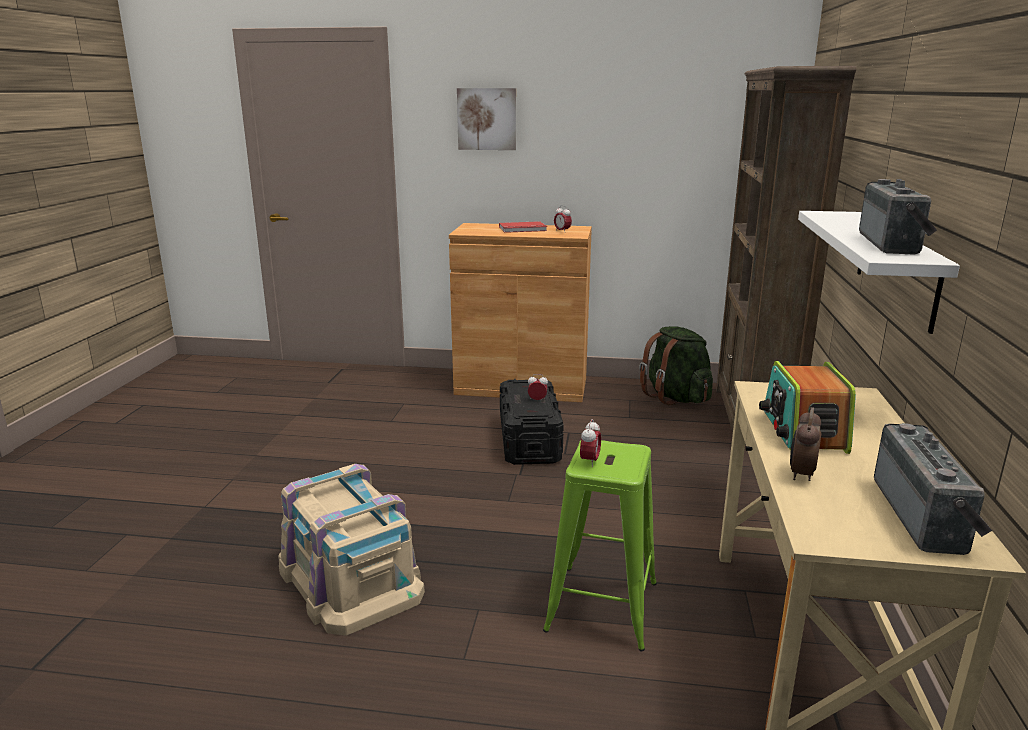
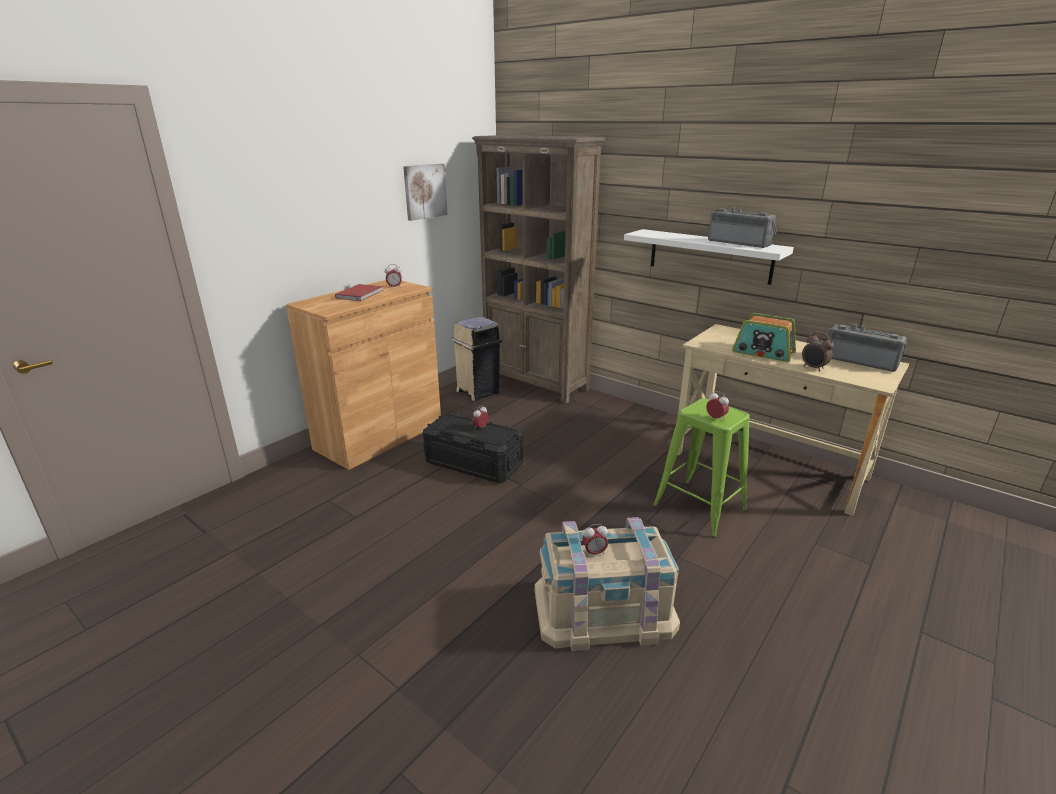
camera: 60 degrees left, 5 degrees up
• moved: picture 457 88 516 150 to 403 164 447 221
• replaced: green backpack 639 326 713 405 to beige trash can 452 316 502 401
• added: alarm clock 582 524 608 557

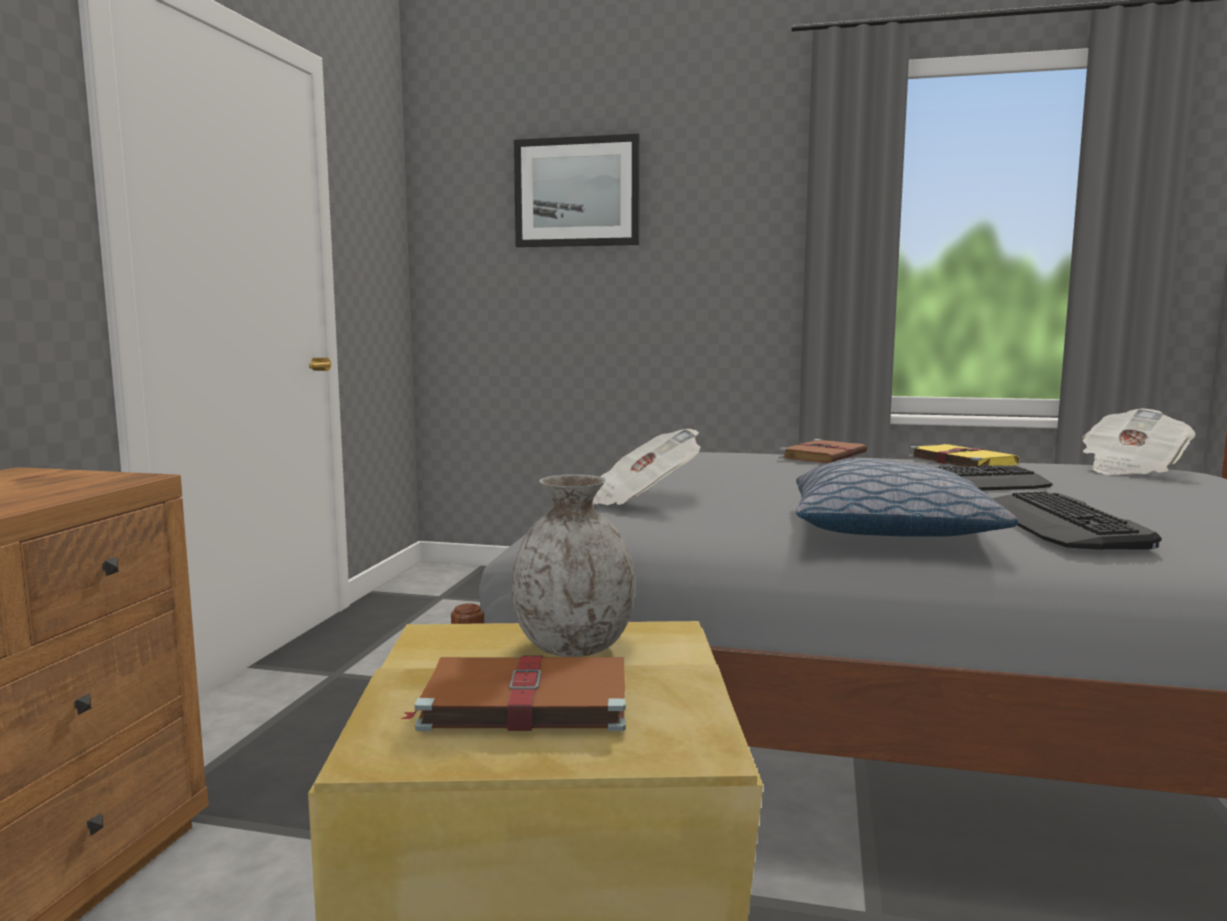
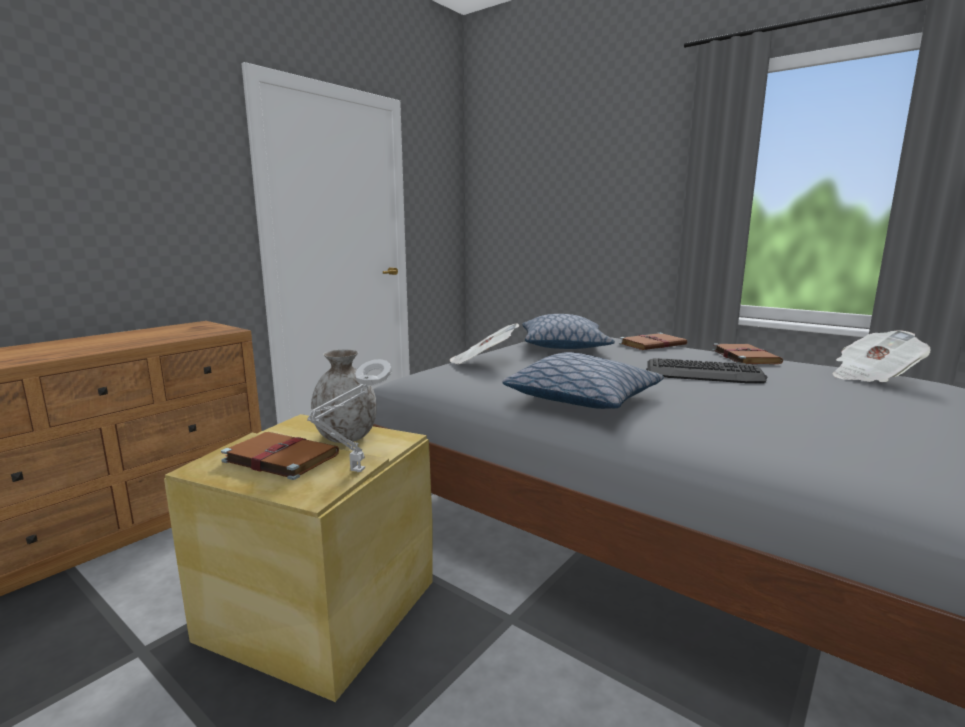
camera: 25 degrees right, 5 degrees up
• removed: picture 514 134 640 247
• recoloured: yellow book 909 444 1020 466 to brown book 712 343 783 364
• removed: keyboard 992 491 1161 550
• added: pillow 522 314 615 349
• added: grey table lamp 307 359 392 472

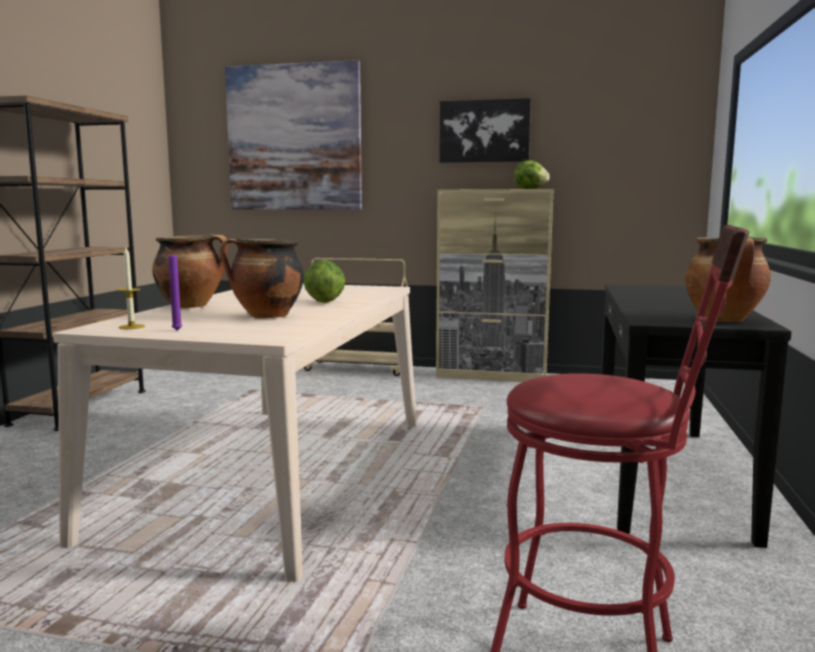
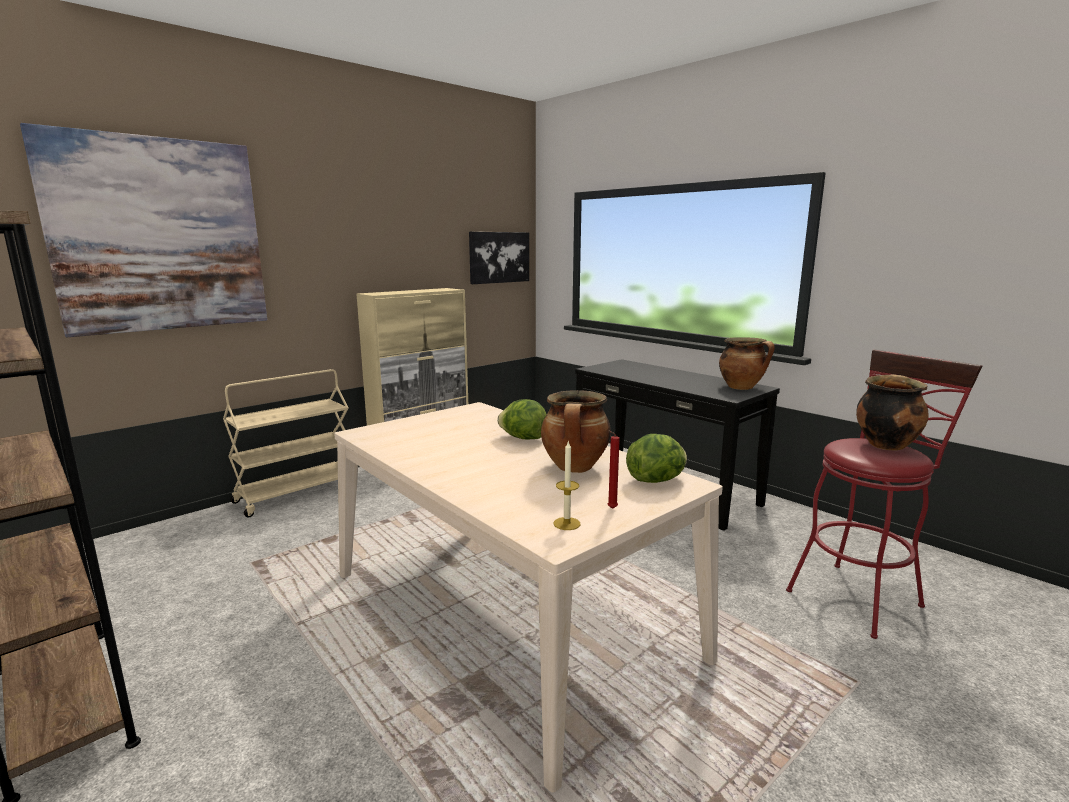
camera: 55 degrees left, 5 degrees up
• moved: picture 439 98 531 163 to 469 232 529 284
• moved: lettuce 514 160 550 189 to 626 434 687 483
• moved: cooking pot 152 234 229 308 to 856 374 929 450
• recoloured: purple candle 165 247 182 331 to red candle 607 431 620 509

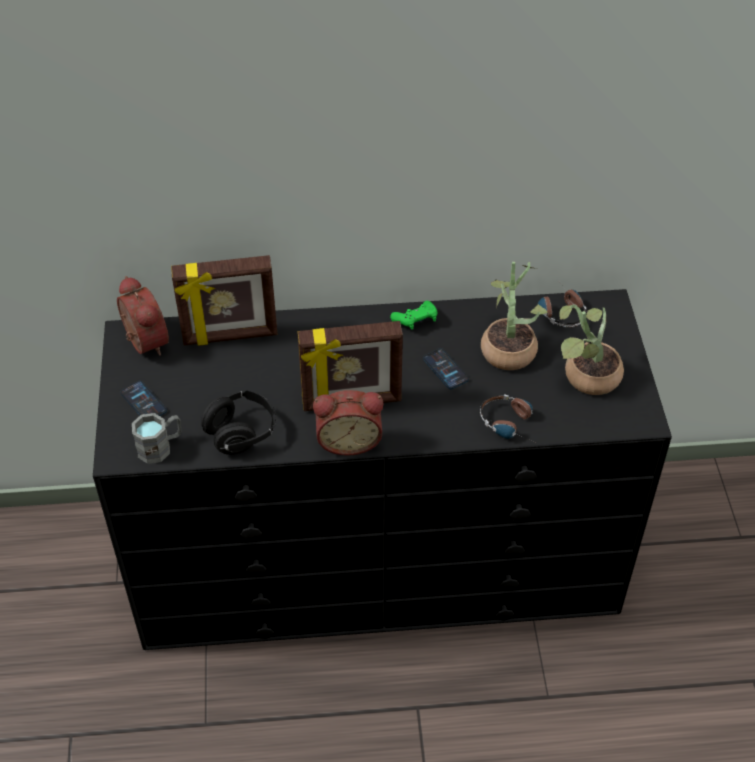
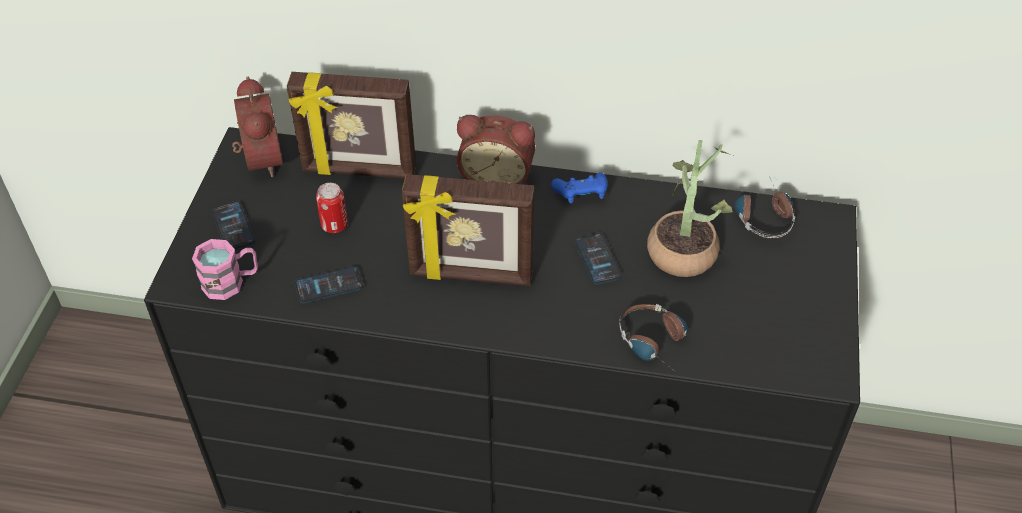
camera: 15 degrees right, 0 degrees up
• recoloured: green game controller 390 301 437 330 to blue game controller 551 172 608 203
• removed: potted plant 559 305 624 395
• moved: alarm clock 313 390 383 456 to 457 115 535 184
• replaced: black headphones 201 391 276 455 to phone 295 266 363 304
• recoloured: grey mug 132 413 181 464 to pink mug 192 239 258 300
• added: can 316 183 348 233

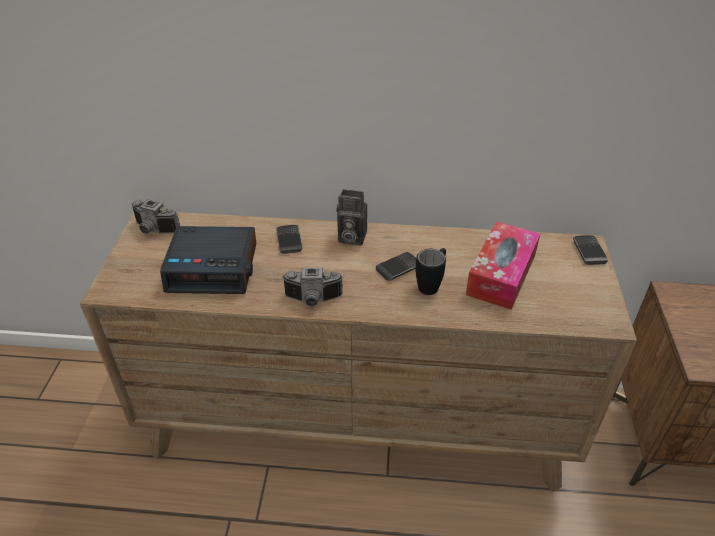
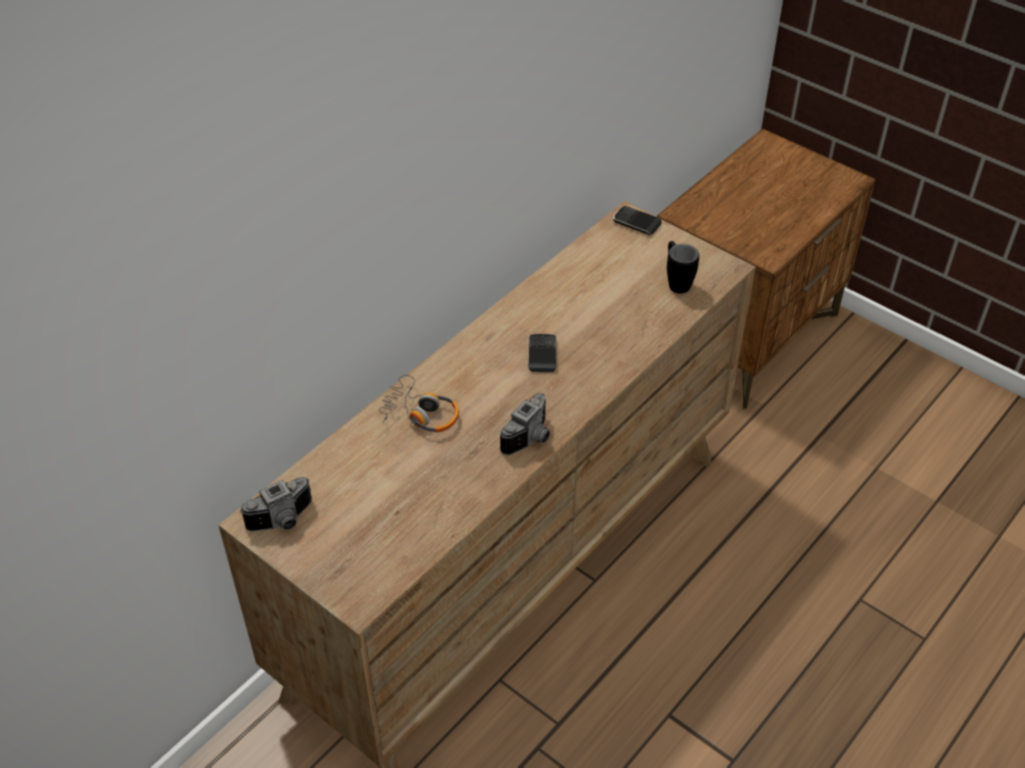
camera: 55 degrees left, 5 degrees up
• removed: photo camera 337 189 367 245
• removed: tissue box 466 221 540 310
• replaced: phone 276 225 303 254 to headphones 379 375 459 433
• removed: alarm clock 160 226 256 294
• moved: black mug 416 248 446 295 to 667 241 699 294

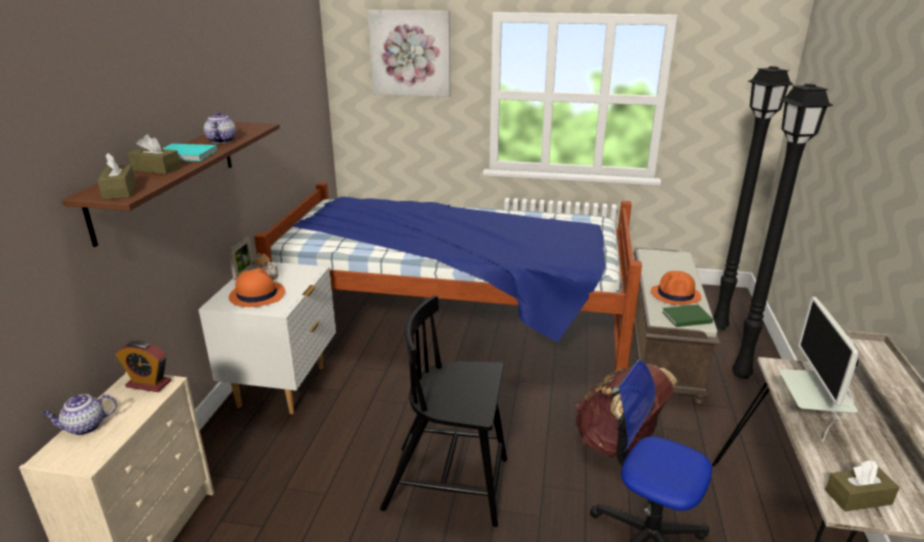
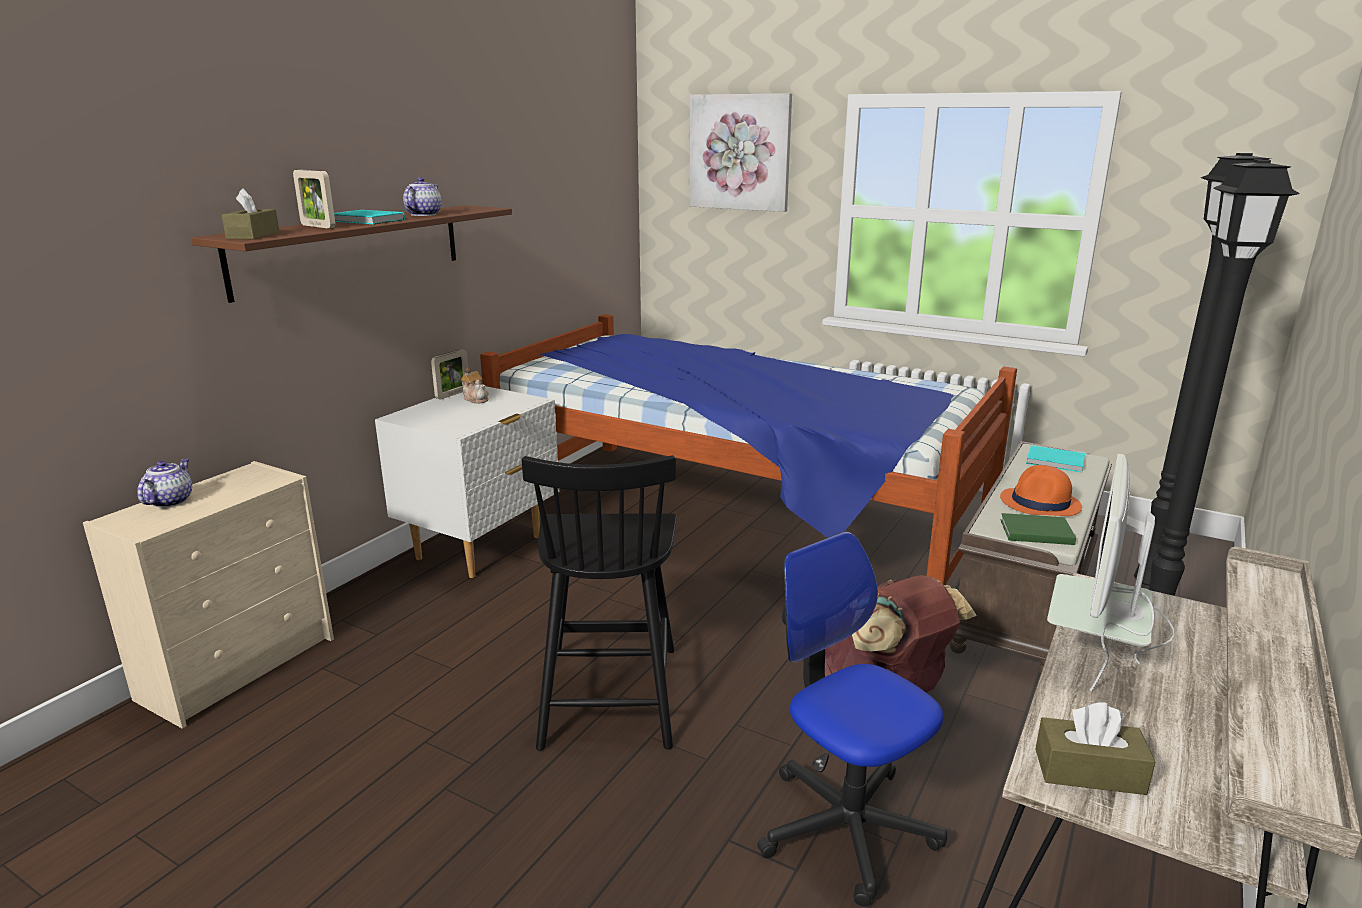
camera: 20 degrees right, 5 degrees down
• replaced: brown tissue box 128 134 181 174 to picture frame 293 169 335 228
• removed: orange hat 229 268 285 307
• turned: black chair 380 295 507 527 = 522 455 677 751 120 degrees counterclockwise
• removed: alarm clock 115 340 171 392
• turned: teapot 42 394 117 435 = 137 459 192 508 105 degrees clockwise
• added: turquoise book 1026 445 1085 473

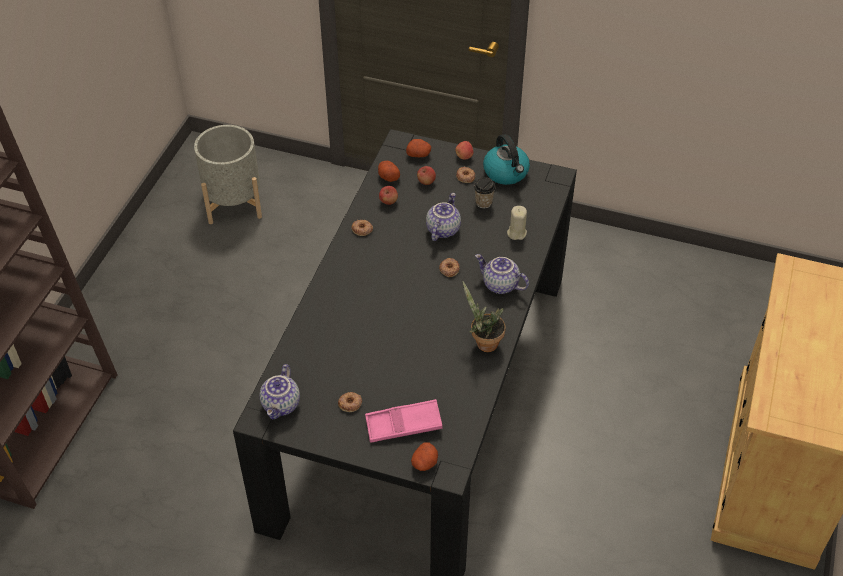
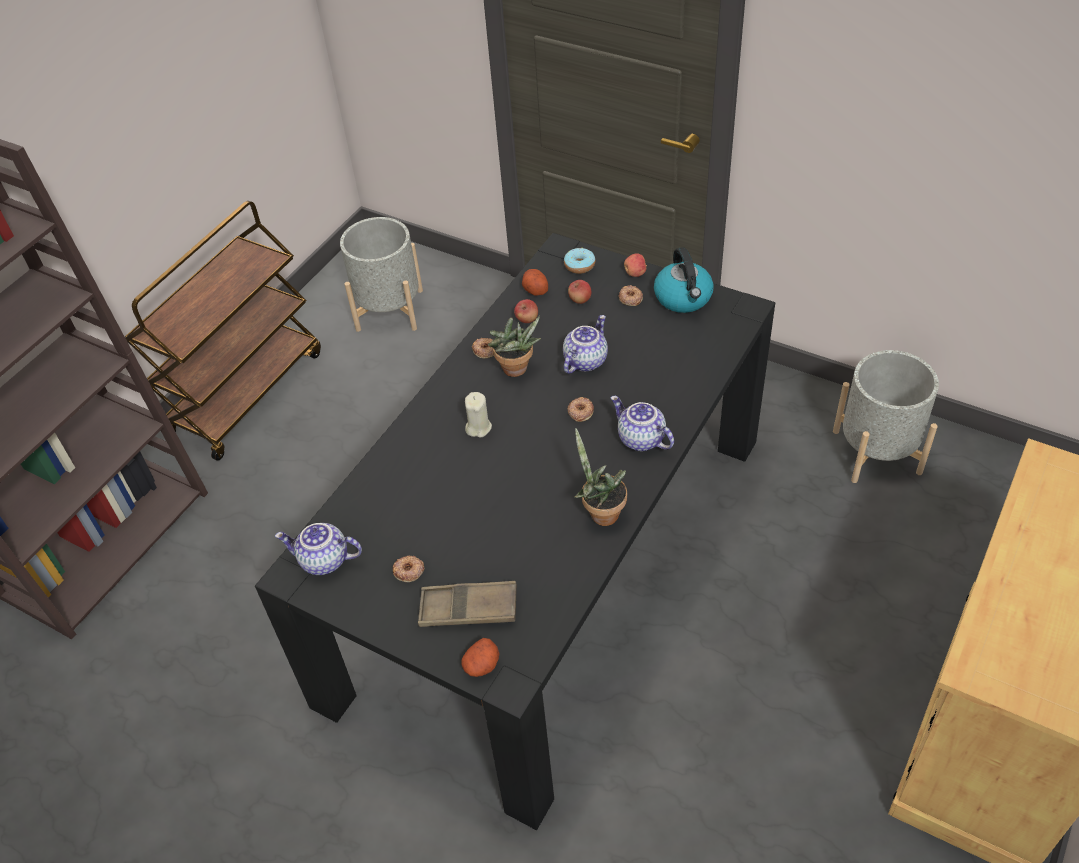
camera: 15 degrees right, 0 degrees up
• replaced: potato 406 139 431 157 to donut 564 248 595 274
• removed: cup 474 177 496 209
• moved: beige candle 507 206 527 240 to 465 392 492 437
• turned: teapot 260 364 300 419 = 275 523 362 575 75 degrees clockwise
• recoloured: pink tray 365 399 443 443 to brown tray 418 581 517 627
• added: brown cart 125 201 321 461
• added: potted plant 488 316 541 377
• added: grey planter 833 350 939 483

